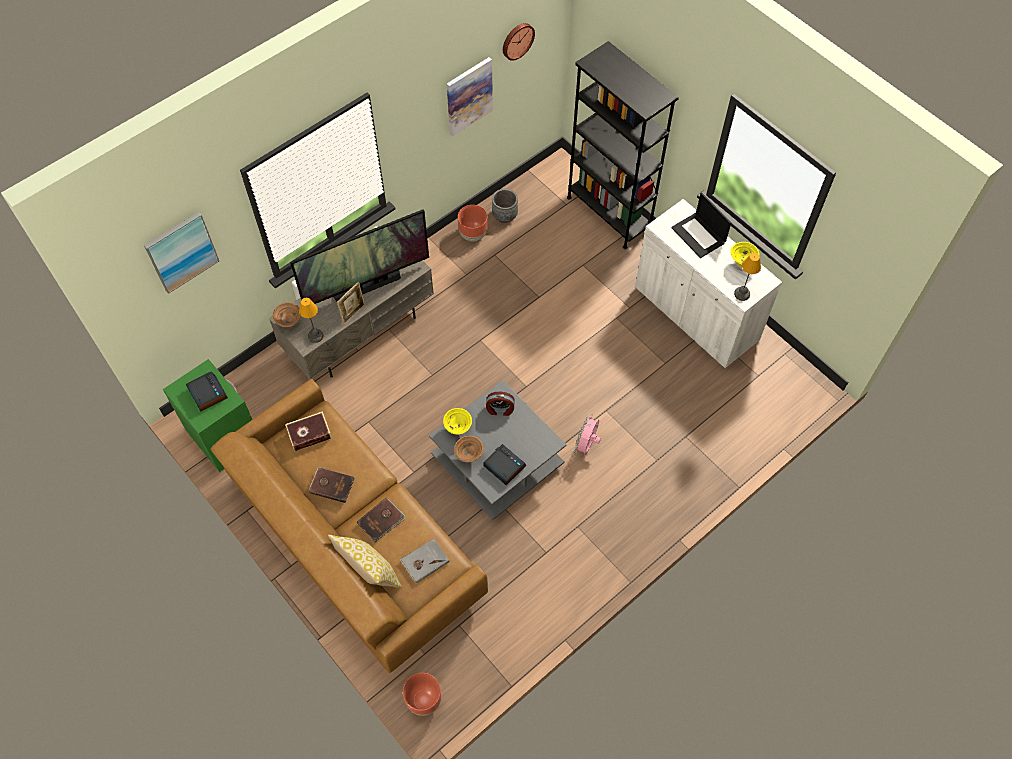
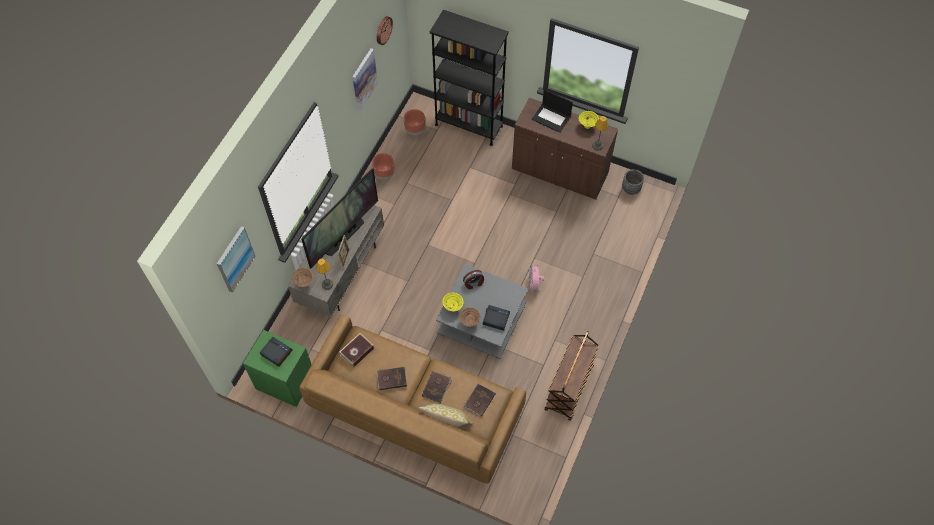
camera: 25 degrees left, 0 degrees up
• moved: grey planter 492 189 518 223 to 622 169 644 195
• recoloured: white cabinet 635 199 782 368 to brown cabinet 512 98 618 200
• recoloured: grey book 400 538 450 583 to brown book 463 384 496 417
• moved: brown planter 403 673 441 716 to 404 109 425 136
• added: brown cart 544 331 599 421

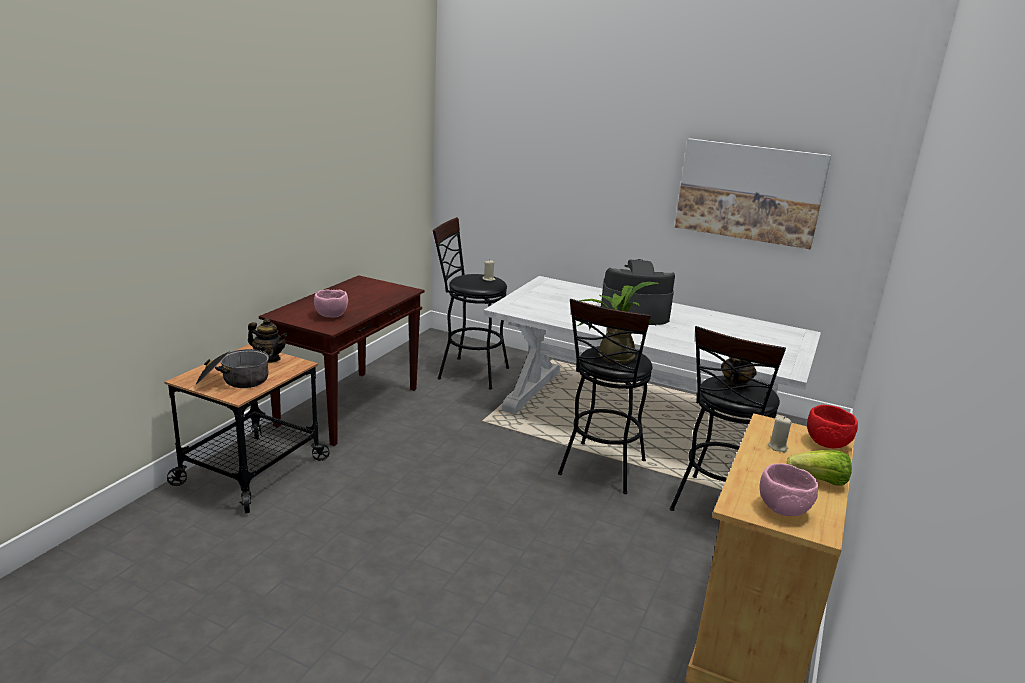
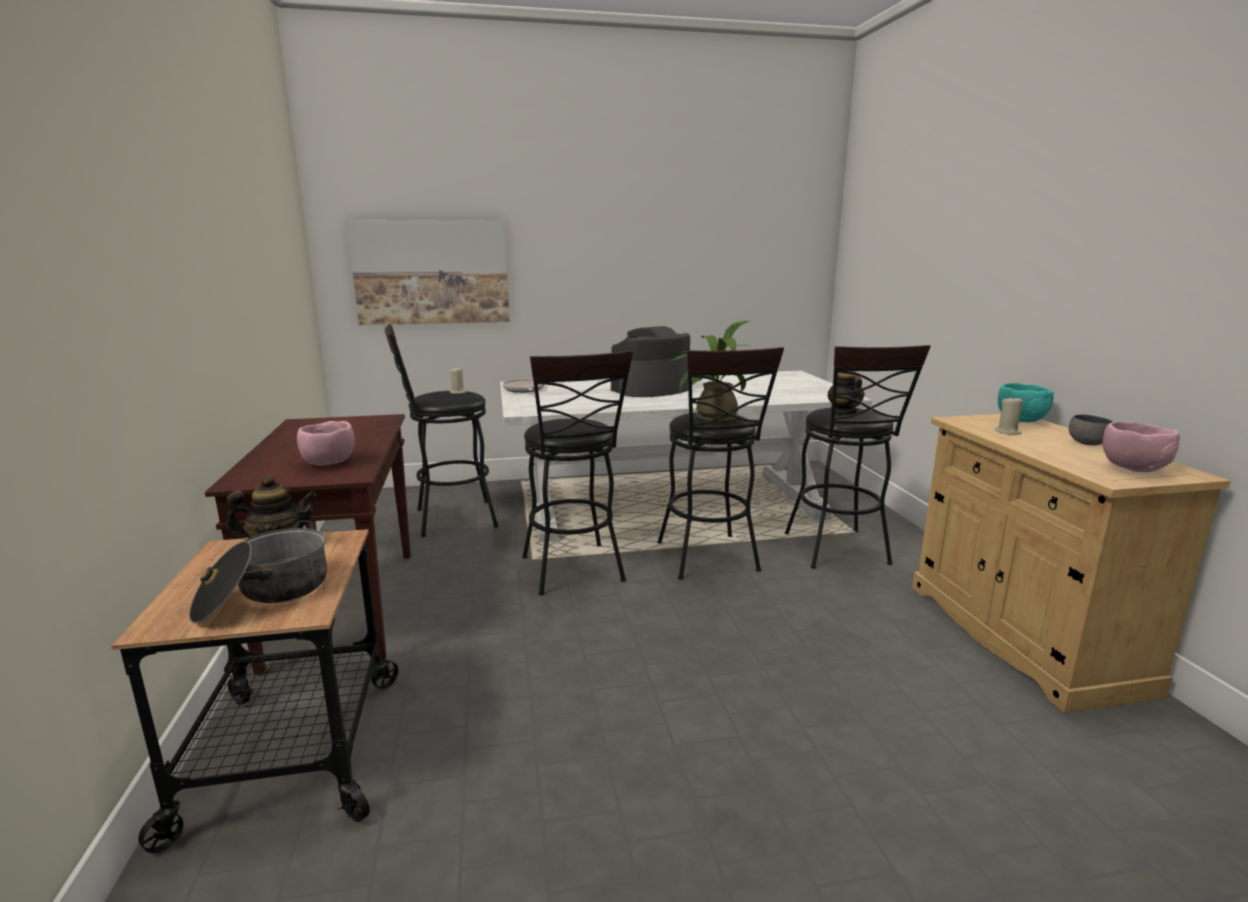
camera: 35 degrees left, 5 degrees down
• moved: picture 675 138 831 249 to 347 220 510 325
• recoloured: red bowl 807 405 858 448 to turquoise bowl 998 383 1054 422
• replaced: lettuce 787 450 852 486 to grey bowl 1069 415 1113 446
• added: black stool 522 351 633 595
• added: frying pan 502 379 545 393

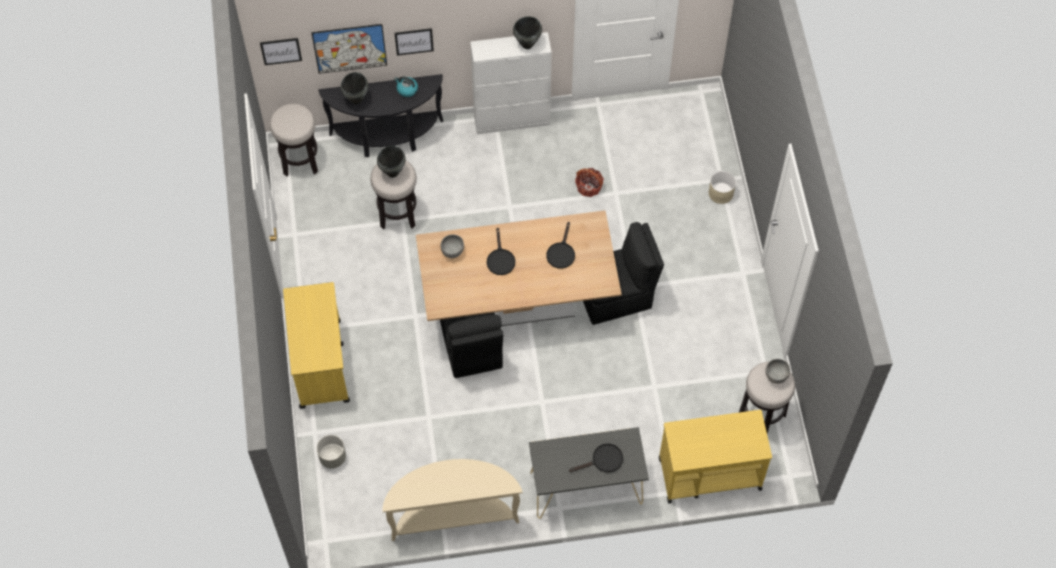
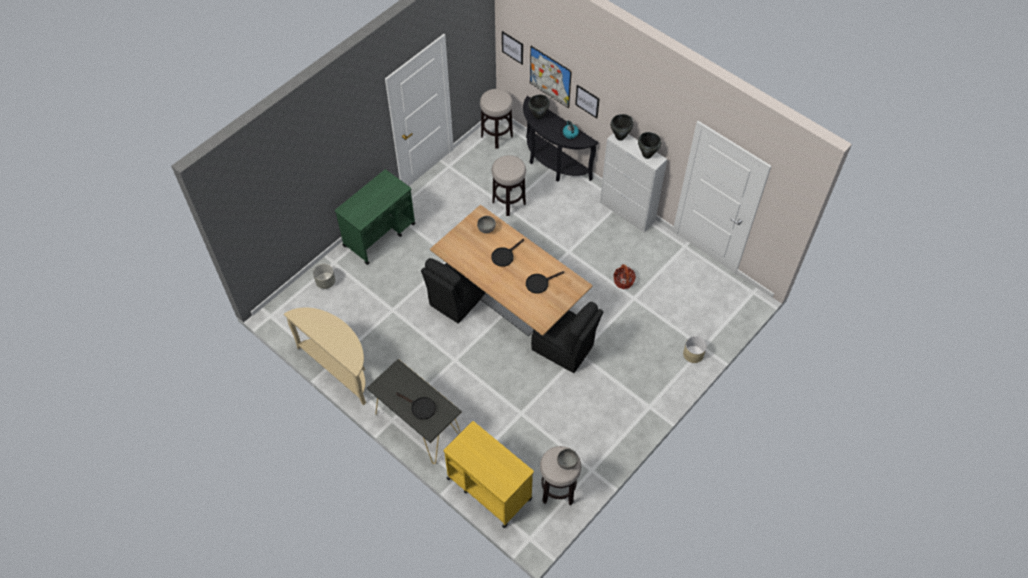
camera: 50 degrees right, 5 degrees down
• moved: black cooking pot 377 145 406 178 to 610 114 634 141
• recoloured: yellow cart 283 282 350 409 to green cart 335 169 416 265

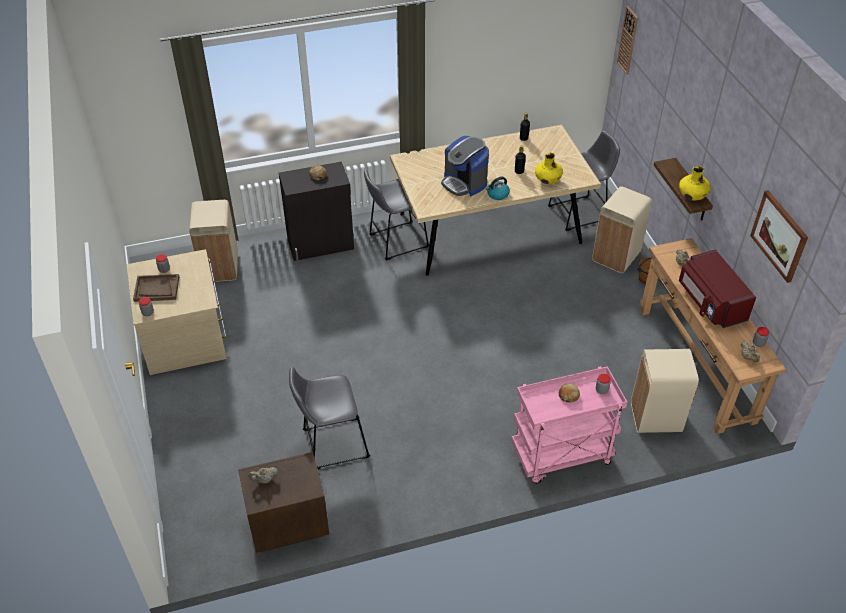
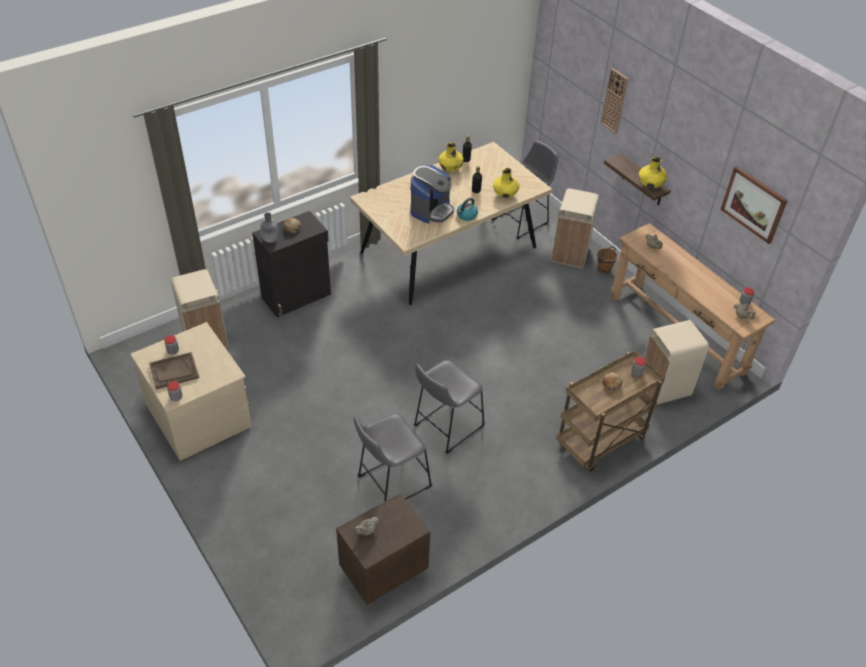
camera: 20 degrees left, 0 degrees up
• moved: wall clock 617 6 638 75 to 601 68 628 134
• turned: coffee machine 441 136 489 196 = 410 165 454 224 90 degrees counterclockwise
• moved: grey stool 364 170 429 261 to 414 360 485 454
• removed: red microwave 679 250 756 328
• recoloured: pink cart 511 366 627 484 to brown cart 556 350 665 472
• added: yellow vase 438 142 464 171
• added: grey bottle 260 212 279 243

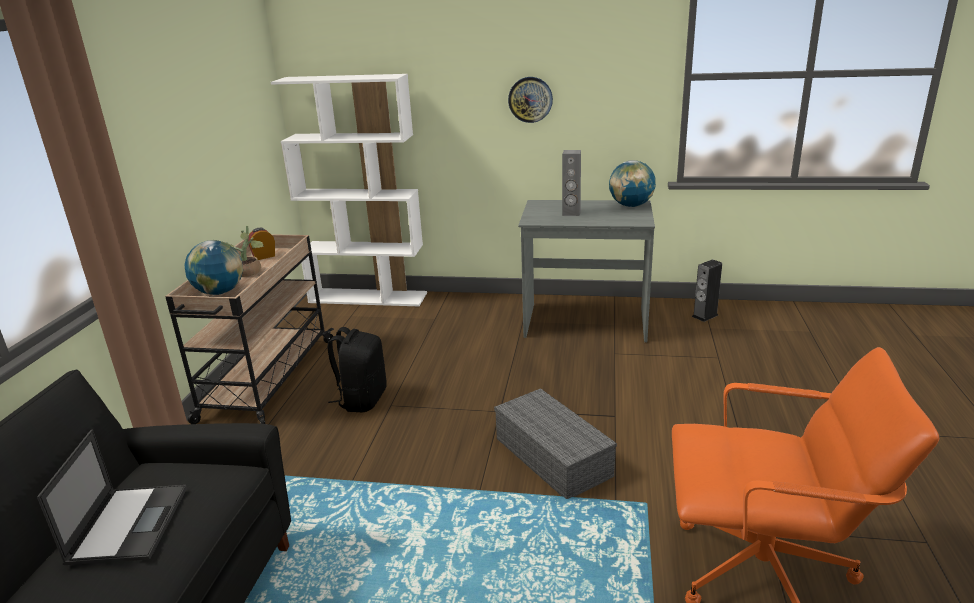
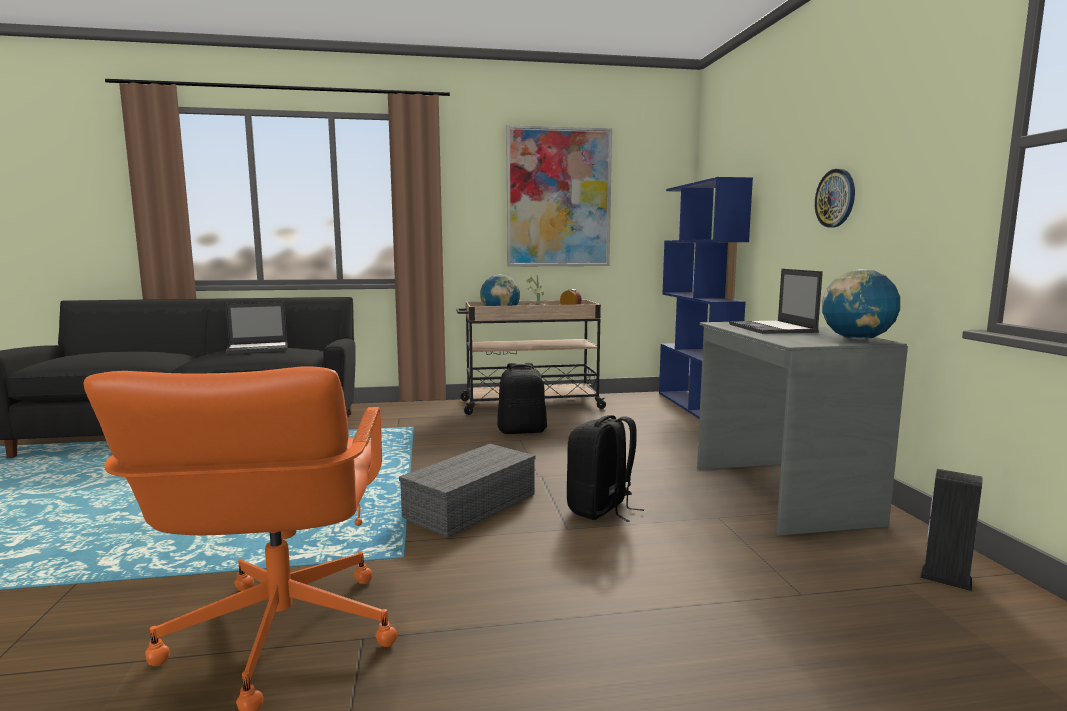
camera: 70 degrees right, 15 degrees down
• recoloured: white bookcase 271 74 427 306 to blue bookcase 659 177 753 419
• replaced: grey speaker 562 150 581 216 to laptop 729 269 823 334
• added: picture 506 125 612 267
• added: black backpack 567 415 644 522

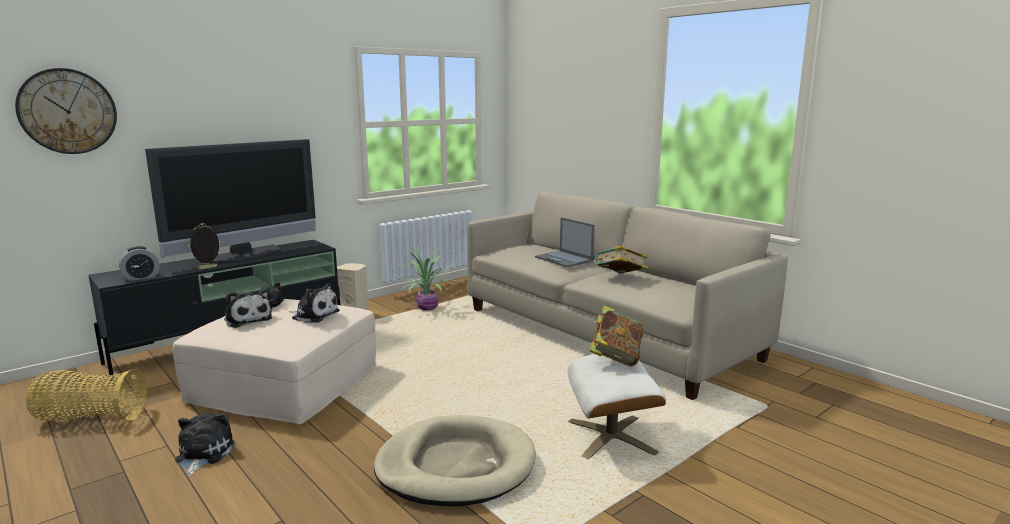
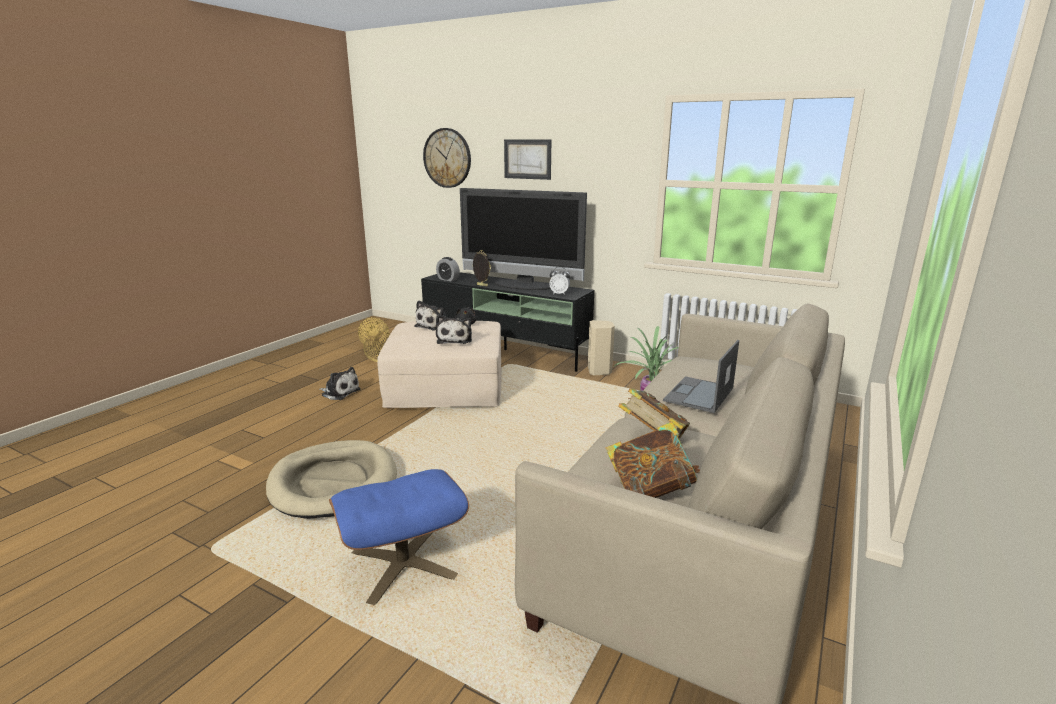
camera: 70 degrees right, 5 degrees up
• moved: book 589 305 643 367 to 606 422 700 498
• recoloured: beige ottoman 568 354 666 459 to blue ottoman 329 469 469 605
• turned: plush toy 175 413 235 476 = 319 367 361 400 45 degrees clockwise
• added: picture 504 139 551 180
• added: alarm clock 549 267 570 295

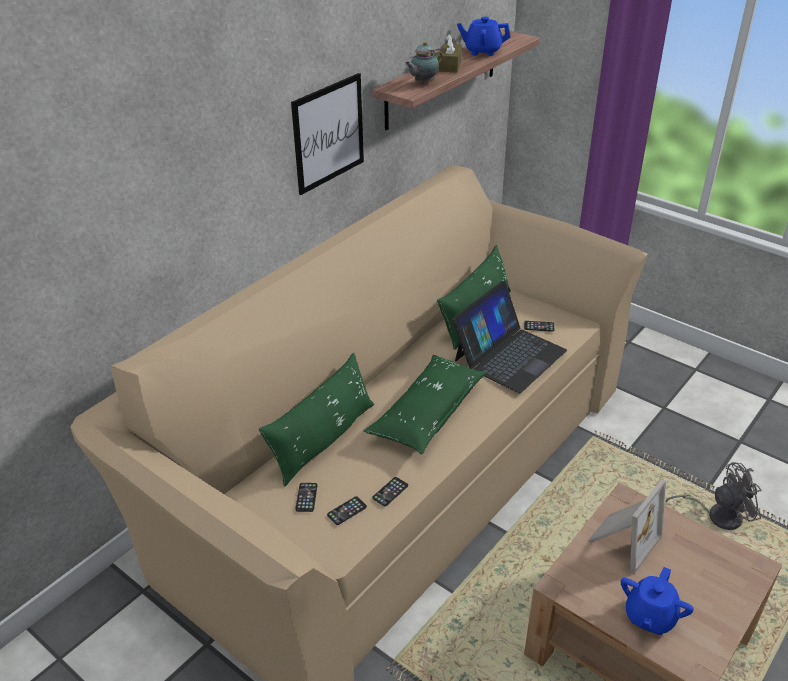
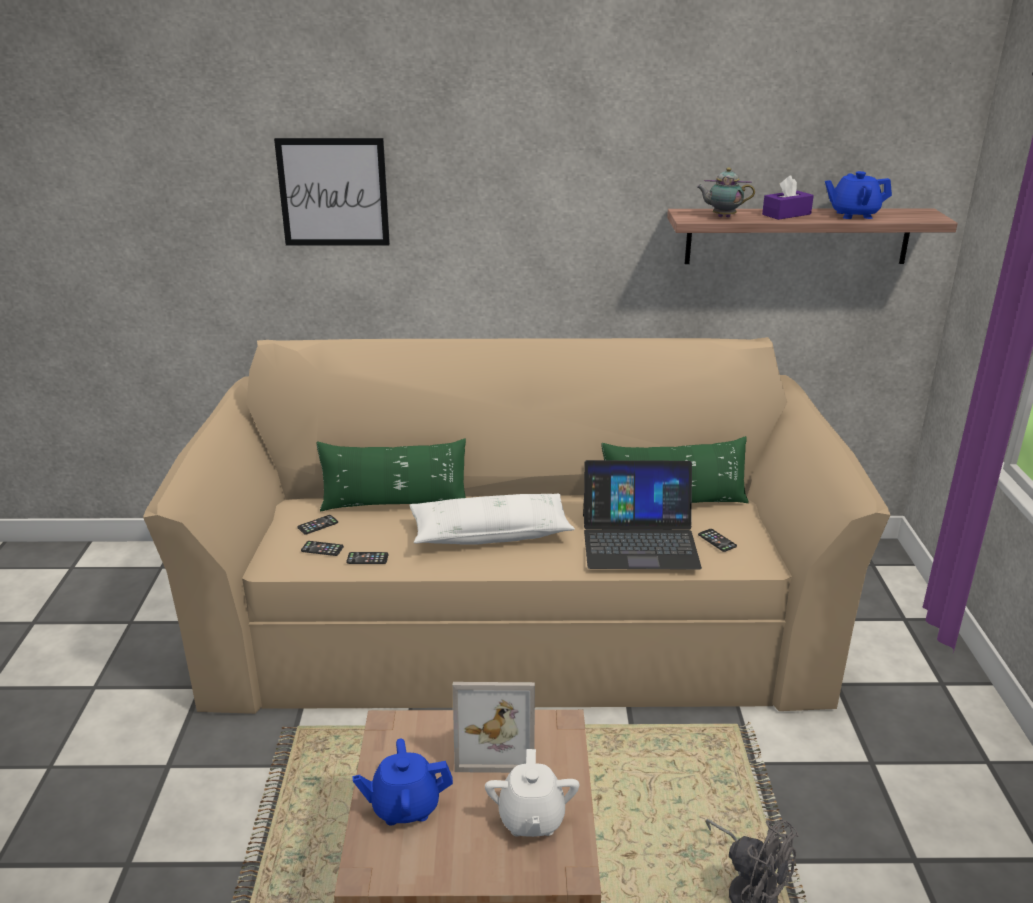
camera: 50 degrees right, 10 degrees down
• turned: blue teapot 457 17 511 56 = 825 171 892 219 60 degrees counterclockwise
• recoloured: brown tissue box 438 34 462 73 to purple tissue box 762 176 814 220
• moved: picture 291 73 364 195 to 274 138 390 245
• recoloured: green pillow 364 355 487 455 to white pillow 410 494 575 545
• added: white teapot 485 749 579 837

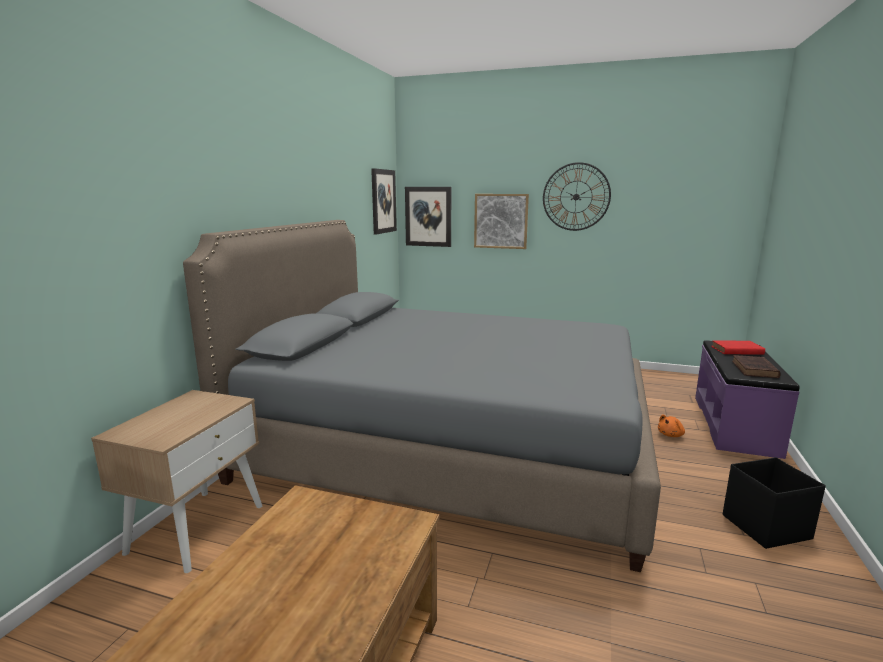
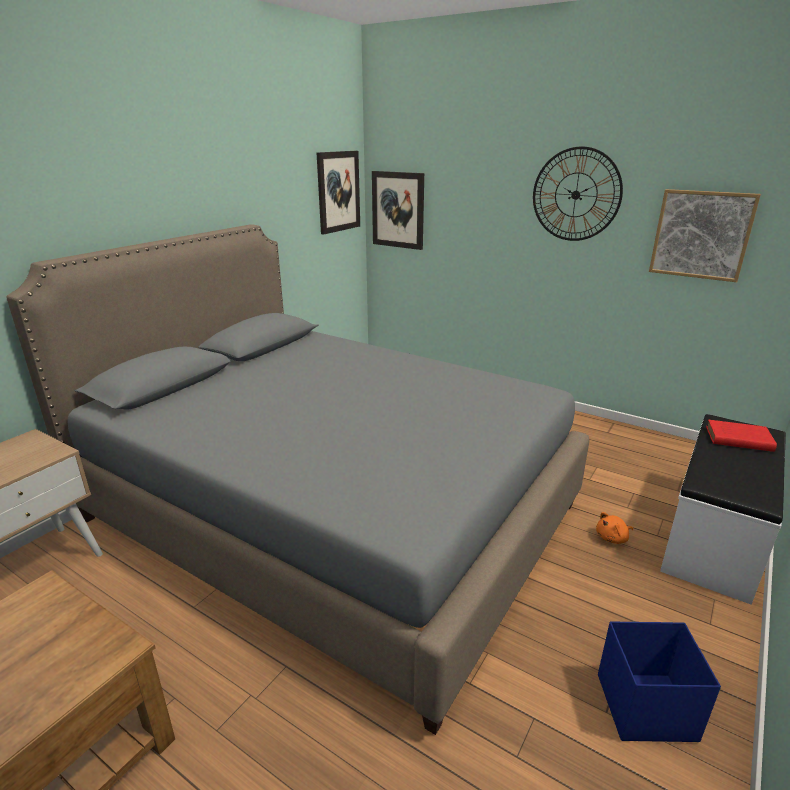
camera: 15 degrees right, 10 degrees up
• moved: picture 474 194 529 249 to 649 189 761 282
• recoloured: purple bench 695 340 800 459 to white bench 660 414 786 605
• removed: brown book 732 355 781 378
• recoloured: black storage box 723 457 826 549 to blue storage box 598 621 721 742

